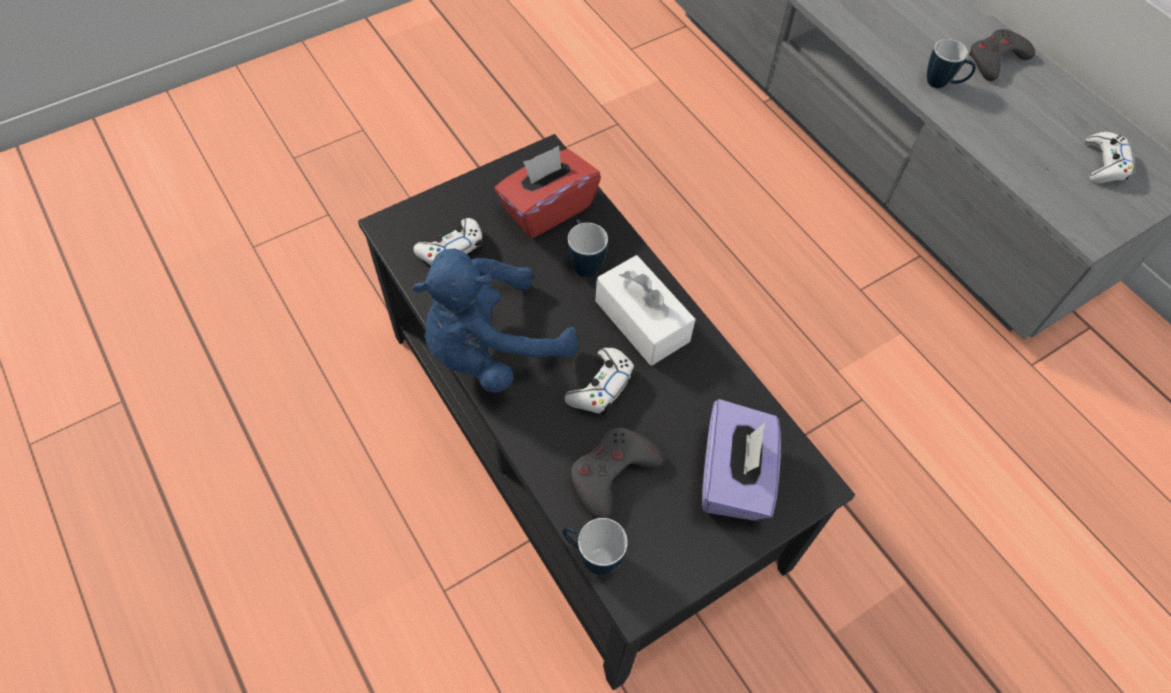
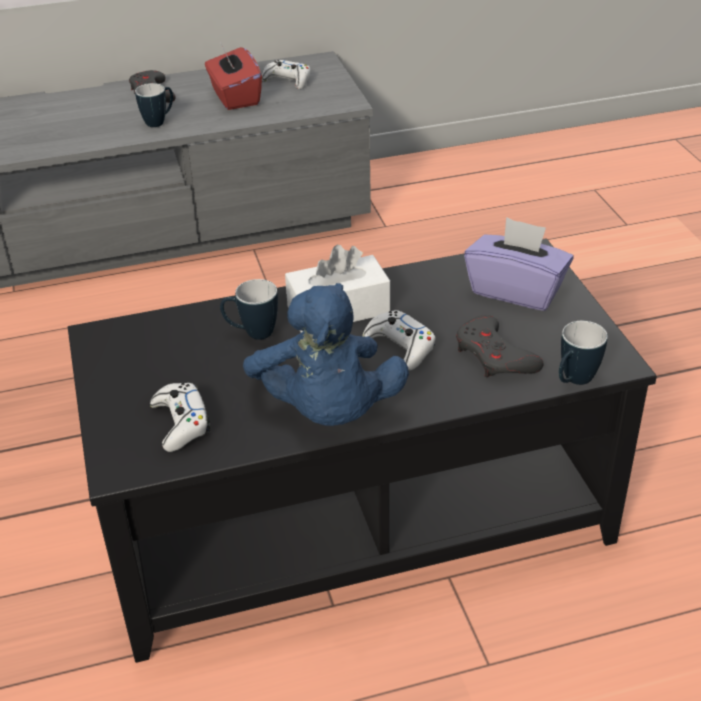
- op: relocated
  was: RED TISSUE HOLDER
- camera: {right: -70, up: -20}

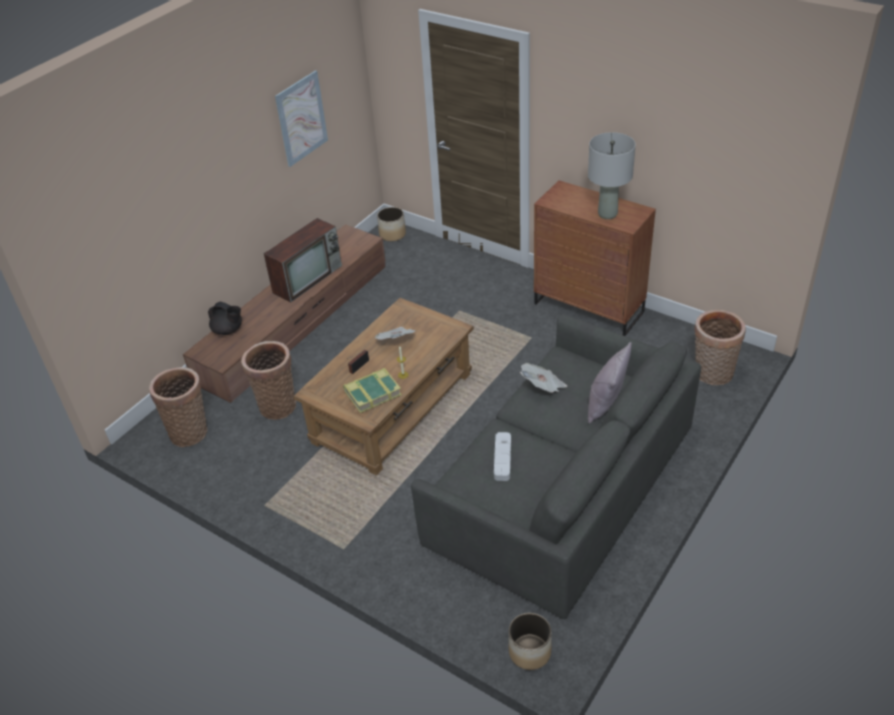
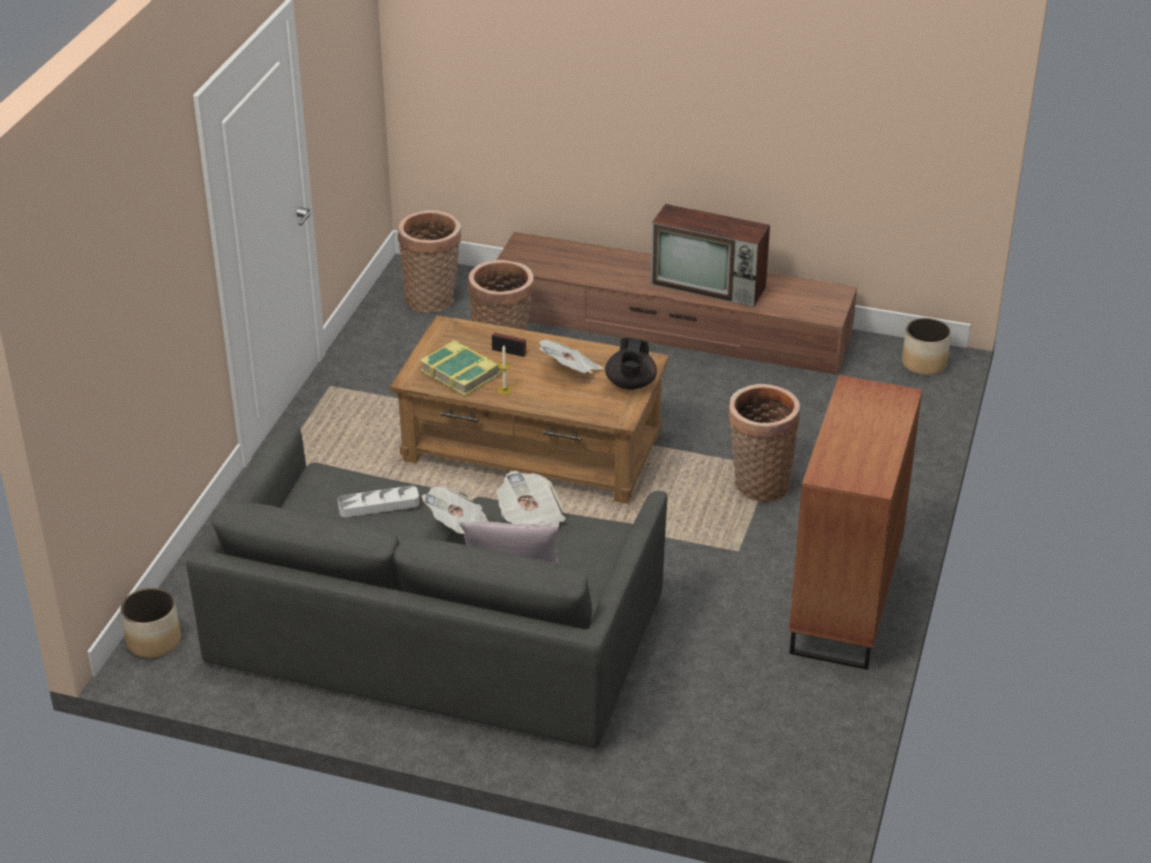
- op: relocated
  was: BLACK-COLOURED POT FOR TEA
- op: missing
  was: PICTURE
- op: missing
  was: GREY LAMP FOR A TABLE
- op: relocated
  was: HOUSEHOLD BASKET (no. 3 from left)
- op: appeared
  now: DAILY PAPER (no. 1 from left)
- camera: {right: 70, up: -5}

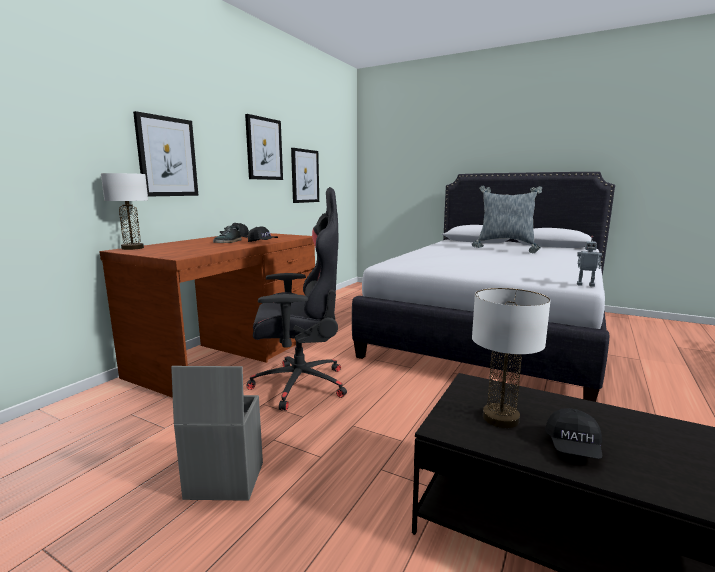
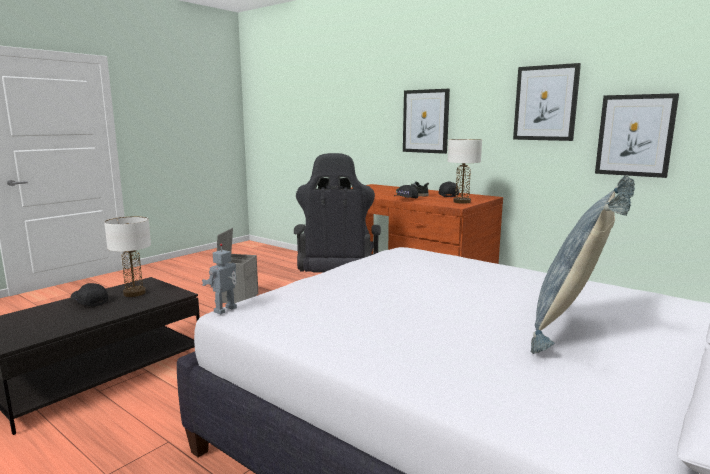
- op: relocated
  was: LAMP FOR A TABLE (no. 1 from left in the first image)
  now: LAMP FOR A TABLE (no. 2 from left)
- camera: {right: 100, up: 0}

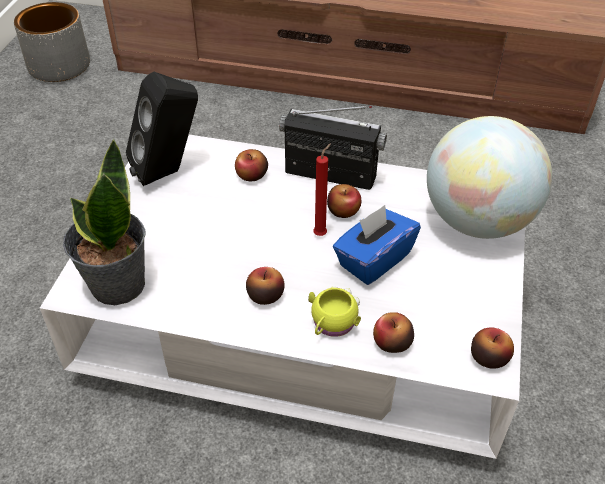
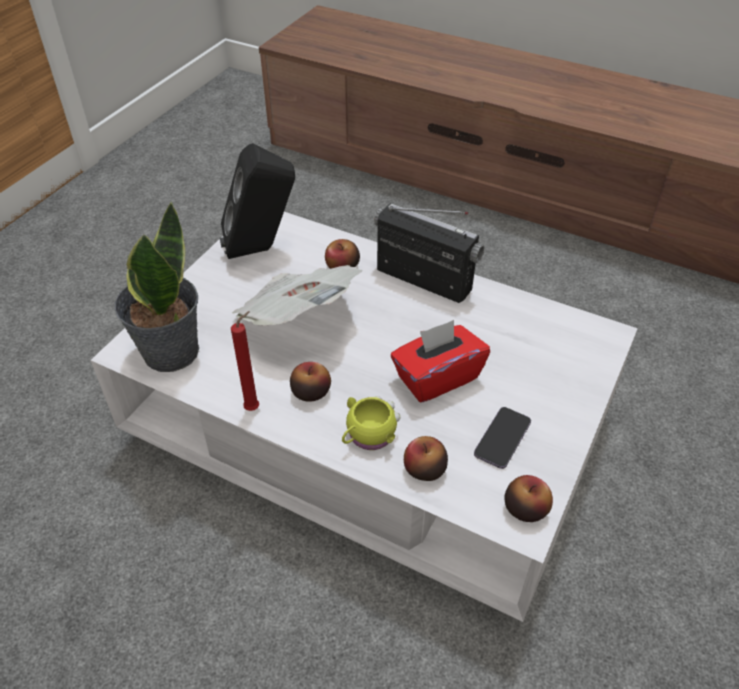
- op: missing
  was: GREY FLOWER POT
- op: relocated
  was: RED CANDLE
- op: missing
  was: APPLE (no. 3 from left)
- op: colour
  was: BLUISH TISSUE HOLDER
  now: RED TISSUE HOLDER
- op: missing
  was: GLOBE
- op: appeared
  now: DAILY PAPER
- op: appeared
  now: TELEPHONE
- camera: {right: 15, up: 0}

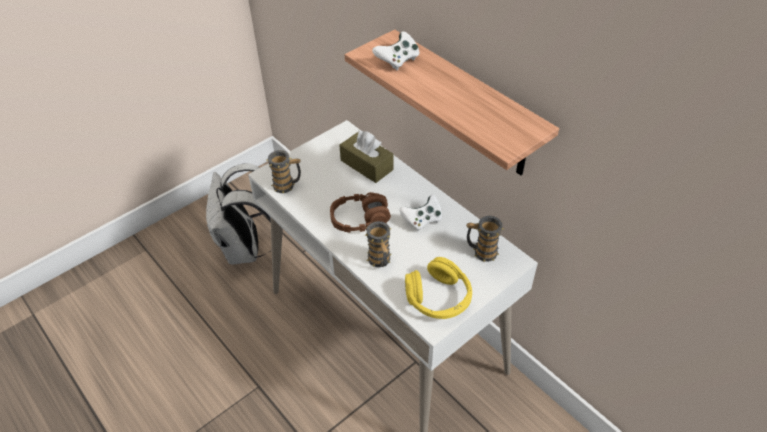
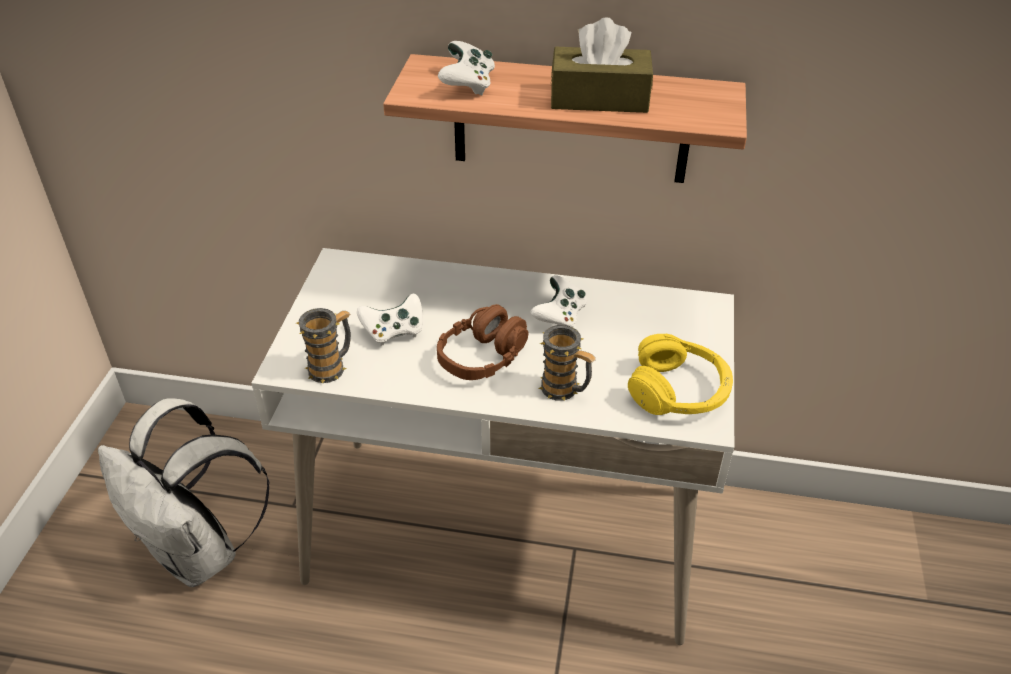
- op: relocated
  was: BROWN TISSUE HOLDER
- op: missing
  was: MUG (no. 3 from left)
- op: appeared
  now: WHITISH GAME CONTROLLER (no. 1 from left)
- camera: {right: -40, up: -5}

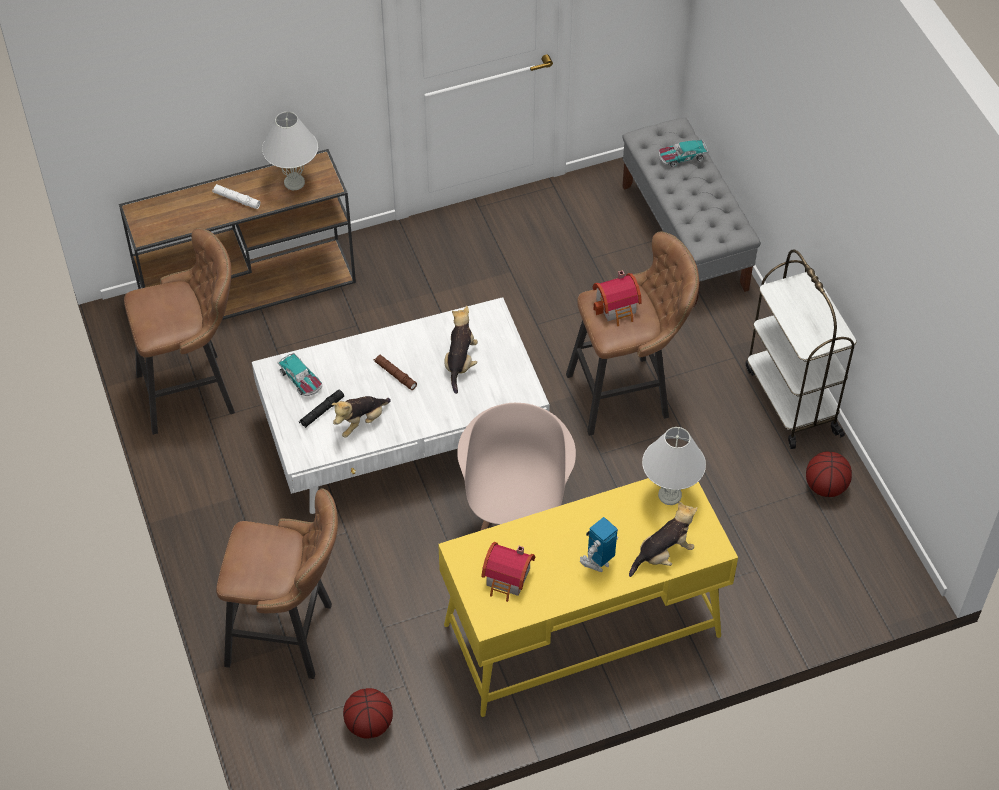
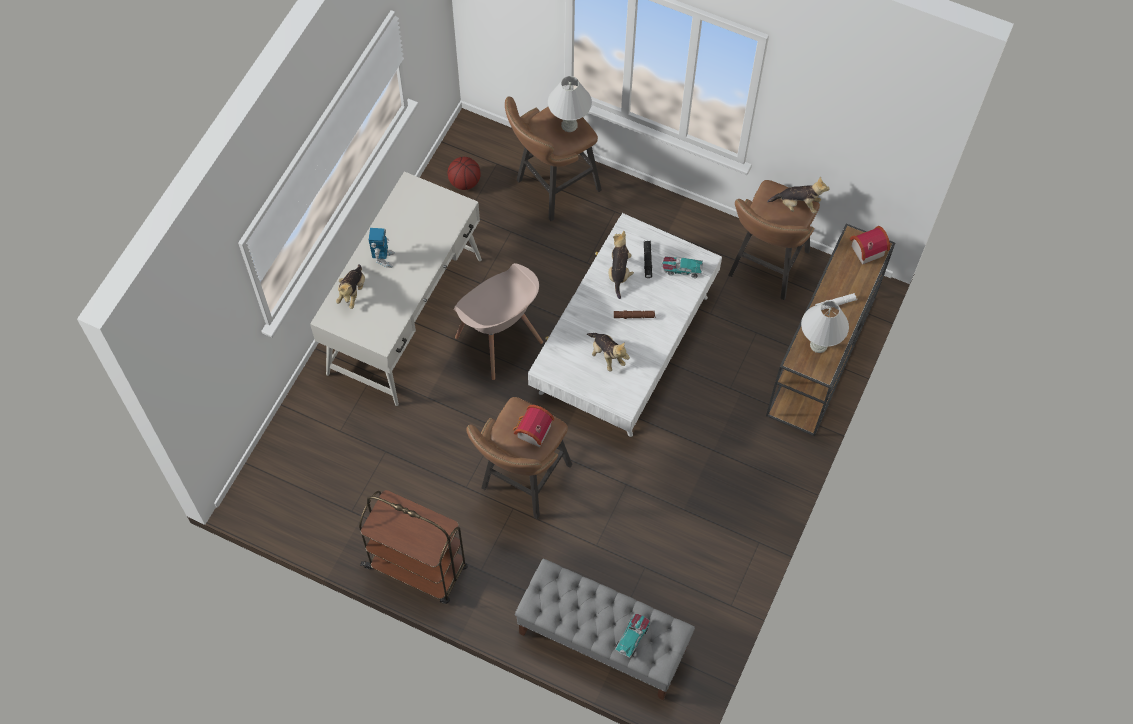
- op: colour
  was: YELLOW DESK
  now: WHITISH DESK
- op: relocated
  was: MODEL HOUSE (no. 1 from left in the first image)
  now: MODEL HOUSE (no. 2 from left)
- op: relocated
  was: WHITISH LAMP FOR A TABLE (no. 2 from left in the first image)
  now: WHITISH LAMP FOR A TABLE (no. 1 from left)
- op: colour
  was: WHITISH WHEELED CART
  now: BROWN WHEELED CART
- op: missing
  was: BASKETBALL (no. 2 from left)
- op: appeared
  now: SOFT TOY (no. 4 from left)
- camera: {right: 135, up: 10}

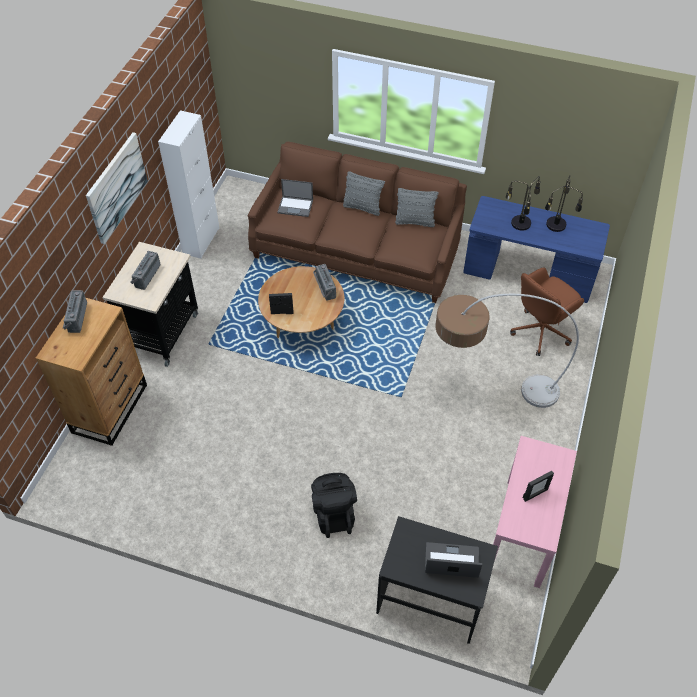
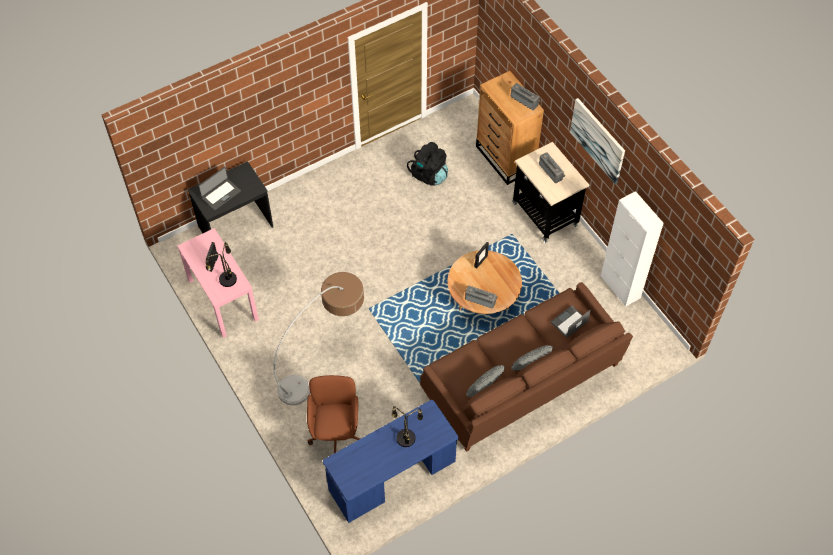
- op: relocated
  was: BLACK-COLOURED BACKPACK
- op: relocated
  was: LAMP FOR A TABLE (no. 2 from left in the first image)
  now: LAMP FOR A TABLE (no. 1 from left)
- camera: {right: 130, up: 5}

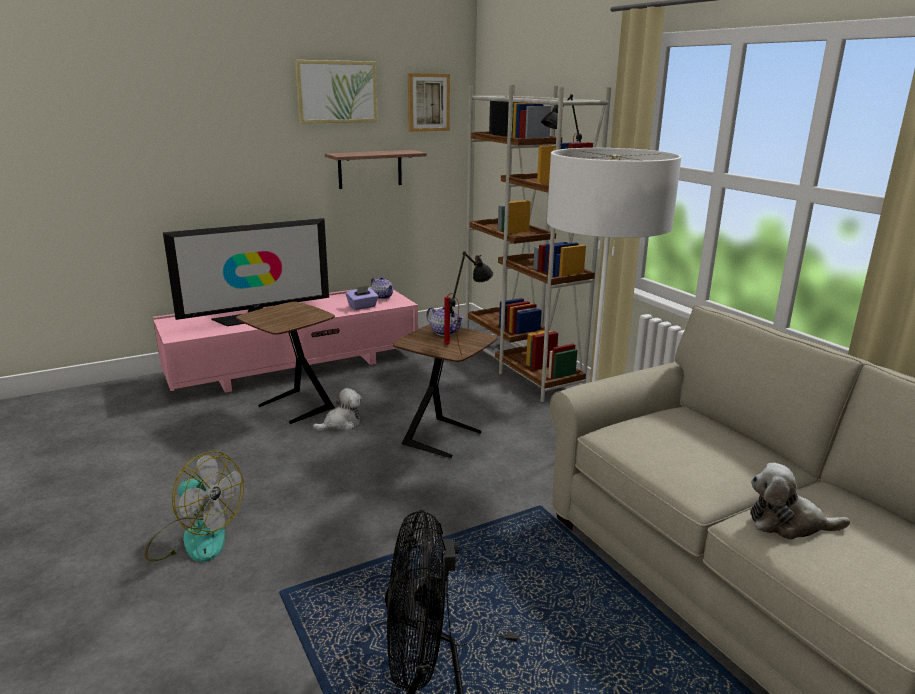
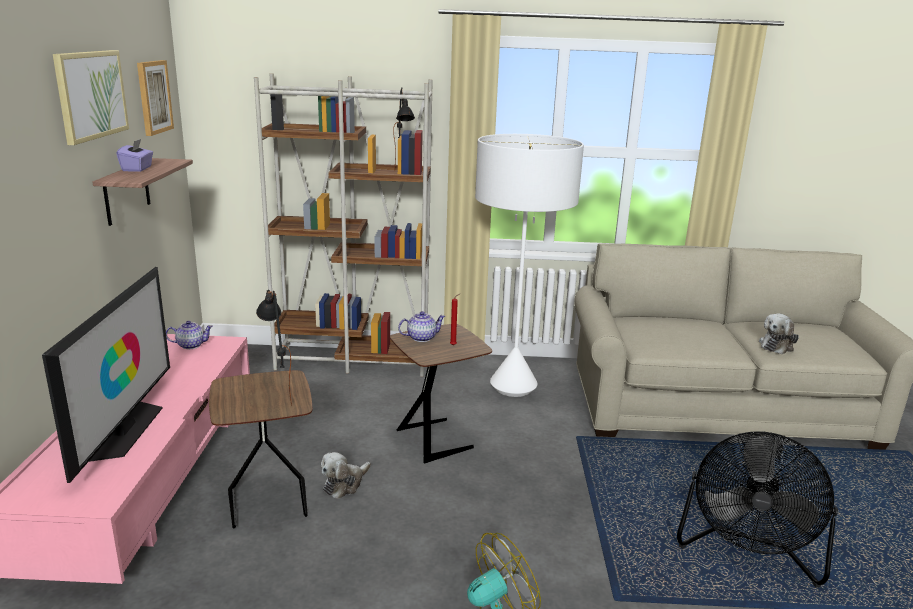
- op: spun
  was: SOFT TOY (no. 1 from left)
  clockwise: -135
- op: relocated
  was: PURPLE-COLOURED TISSUE HOLDER
- op: relocated
  was: BLACK-COLOURED LAMP FOR A TABLE (no. 1 from left)
- camera: {right: -60, up: 0}

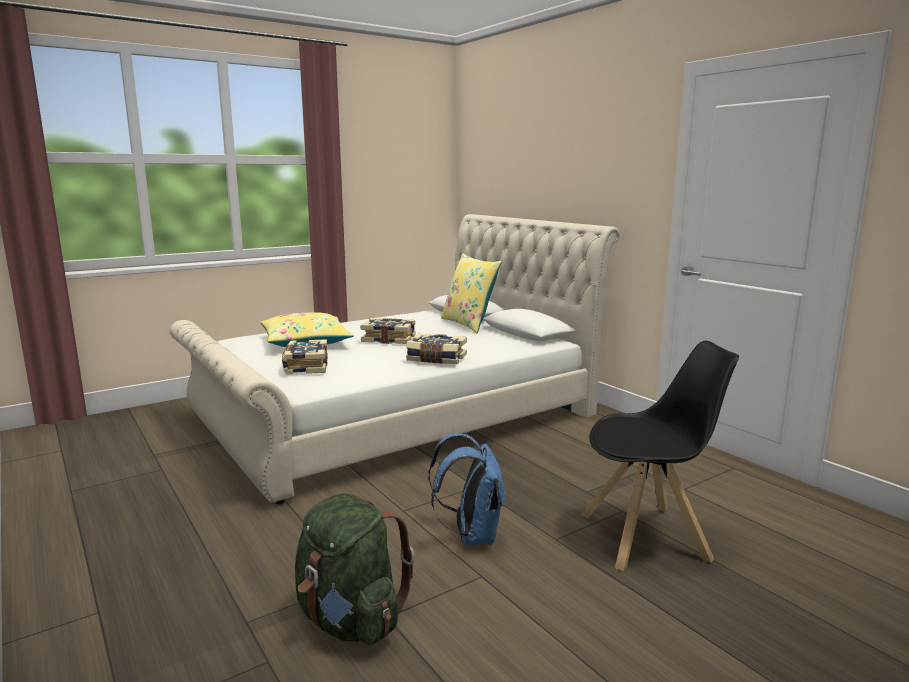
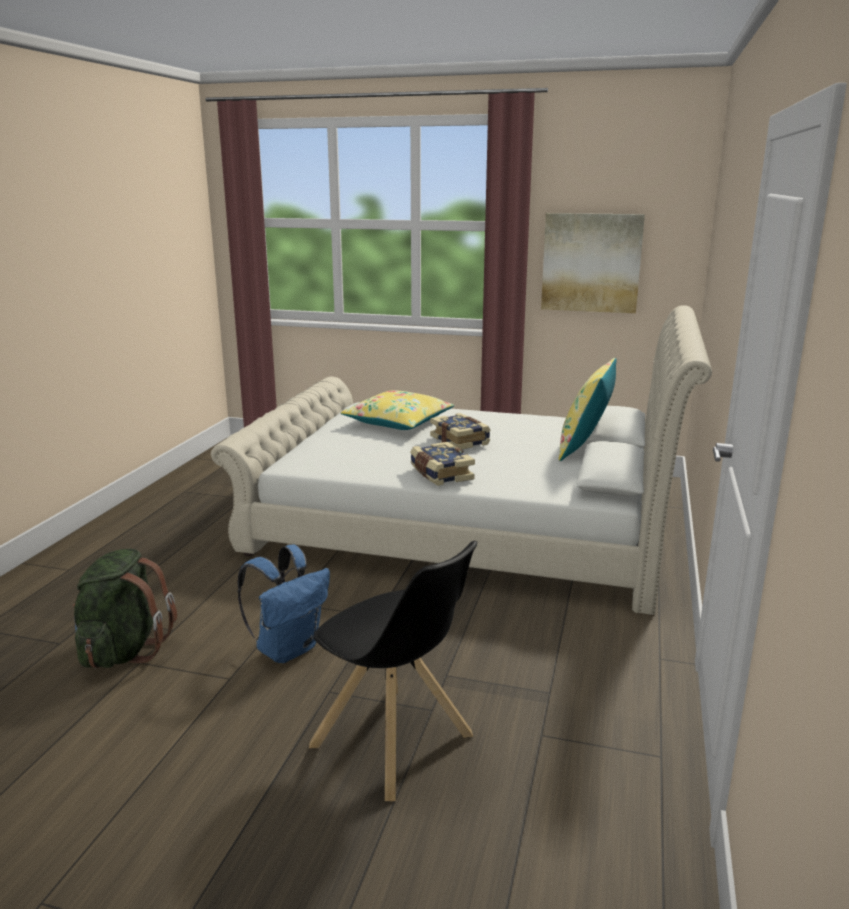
- op: missing
  was: VOLUME (no. 1 from left)
- op: appeared
  now: PICTURE
- camera: {right: 50, up: 5}

